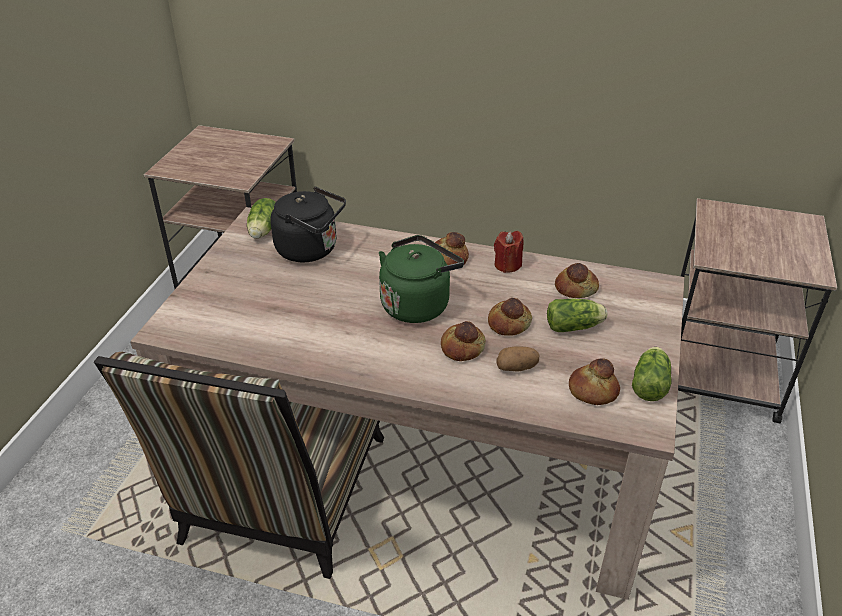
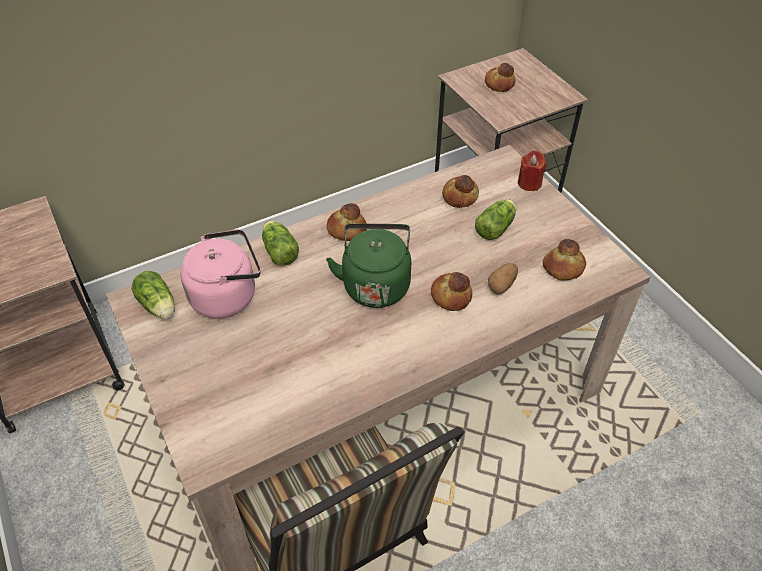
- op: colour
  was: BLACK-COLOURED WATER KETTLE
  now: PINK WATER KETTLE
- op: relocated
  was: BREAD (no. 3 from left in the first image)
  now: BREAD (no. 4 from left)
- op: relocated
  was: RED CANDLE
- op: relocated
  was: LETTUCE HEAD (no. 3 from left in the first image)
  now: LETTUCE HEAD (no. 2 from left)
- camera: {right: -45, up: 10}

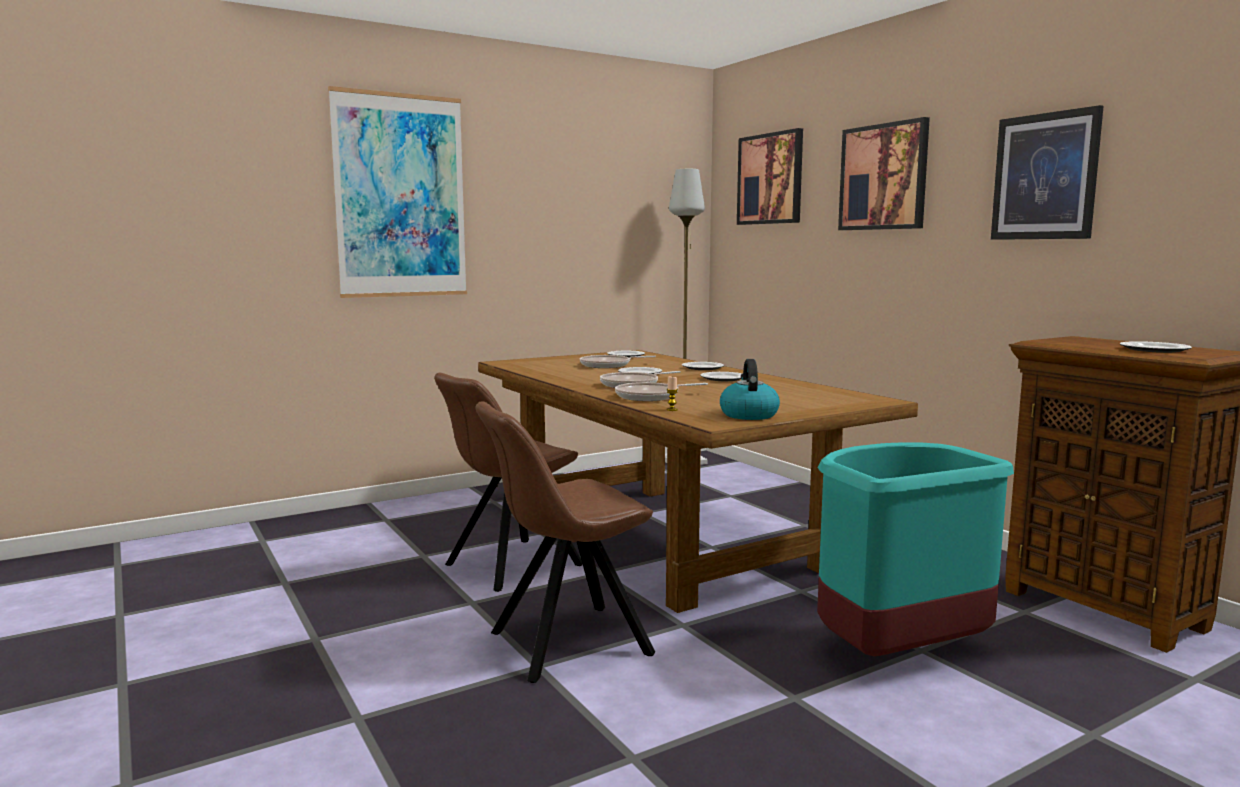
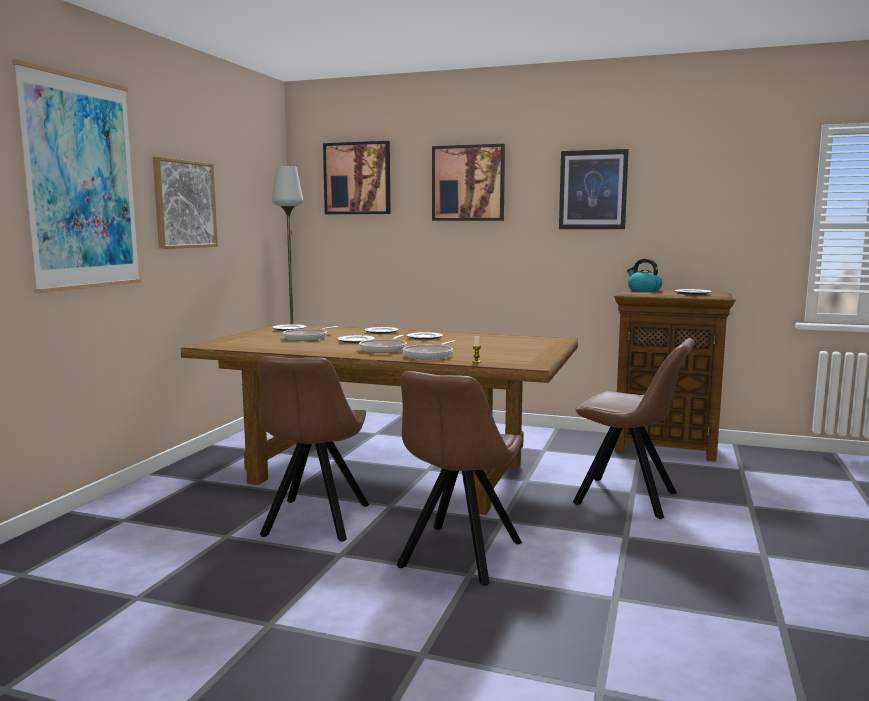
- op: relocated
  was: WATER KETTLE
- op: exchanged
  was: TURQUOISE-COLOURED RUBBISH BIN
  now: BROWN CHAIR (no. 3 from left)
- op: appeared
  now: PICTURE (no. 2 from left)
- camera: {right: -40, up: 0}

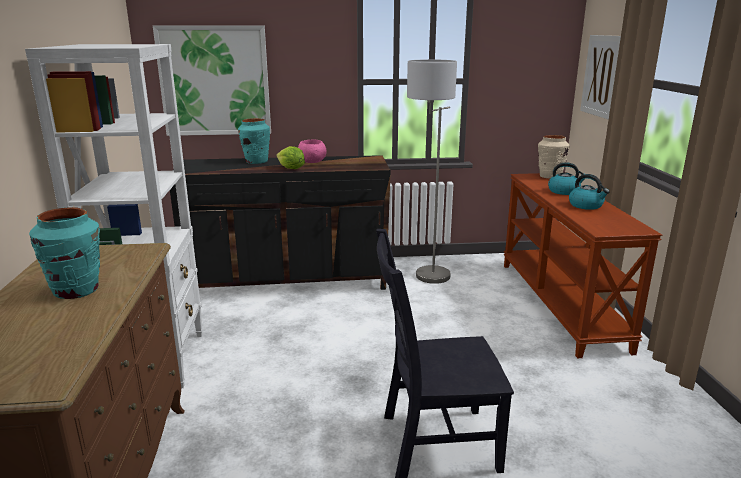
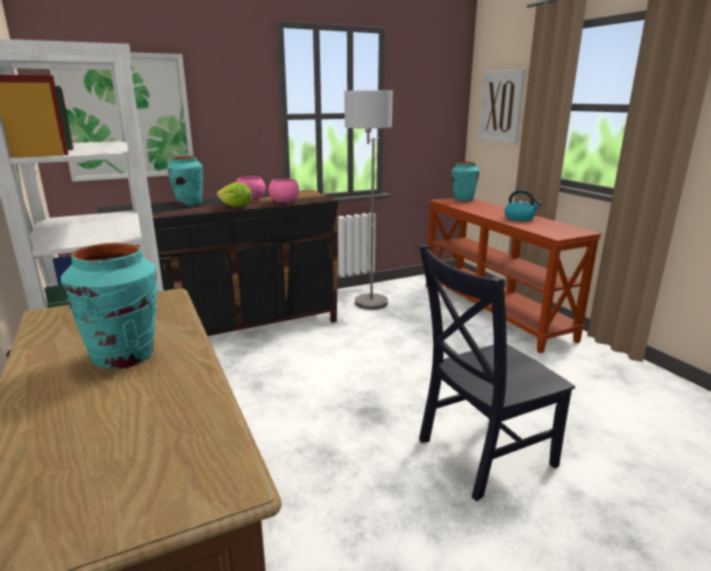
- op: colour
  was: BEIGE VASE
  now: TURQUOISE-COLOURED VASE (no. 3 from left)
- op: missing
  was: WATER KETTLE (no. 1 from left)
- op: appeared
  now: PINK SERVING BOWL (no. 2 from left)
- camera: {right: -20, up: 0}

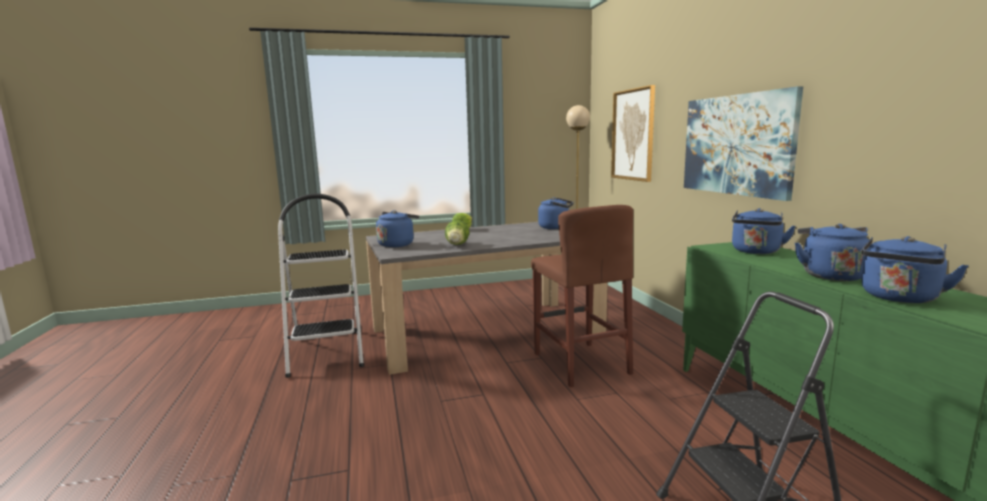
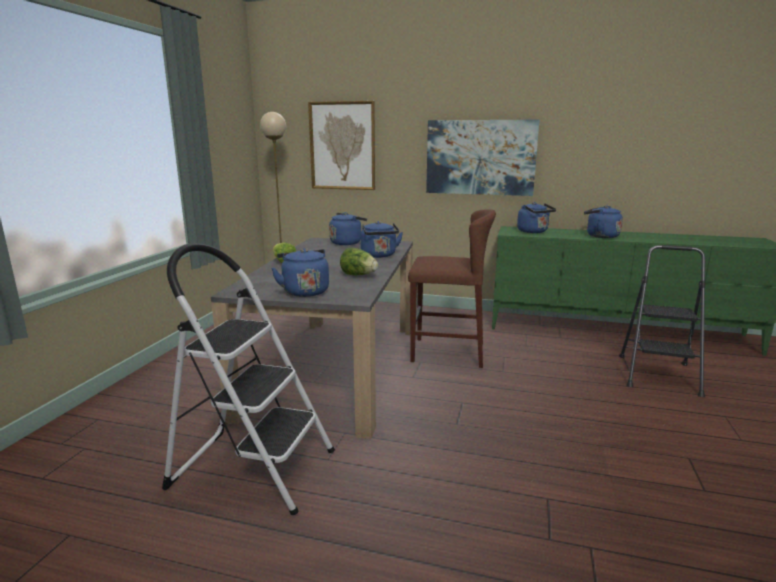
- op: relocated
  was: BLUISH WATER KETTLE (no. 5 from left in the first image)
  now: BLUISH WATER KETTLE (no. 3 from left)
- camera: {right: -60, up: 5}

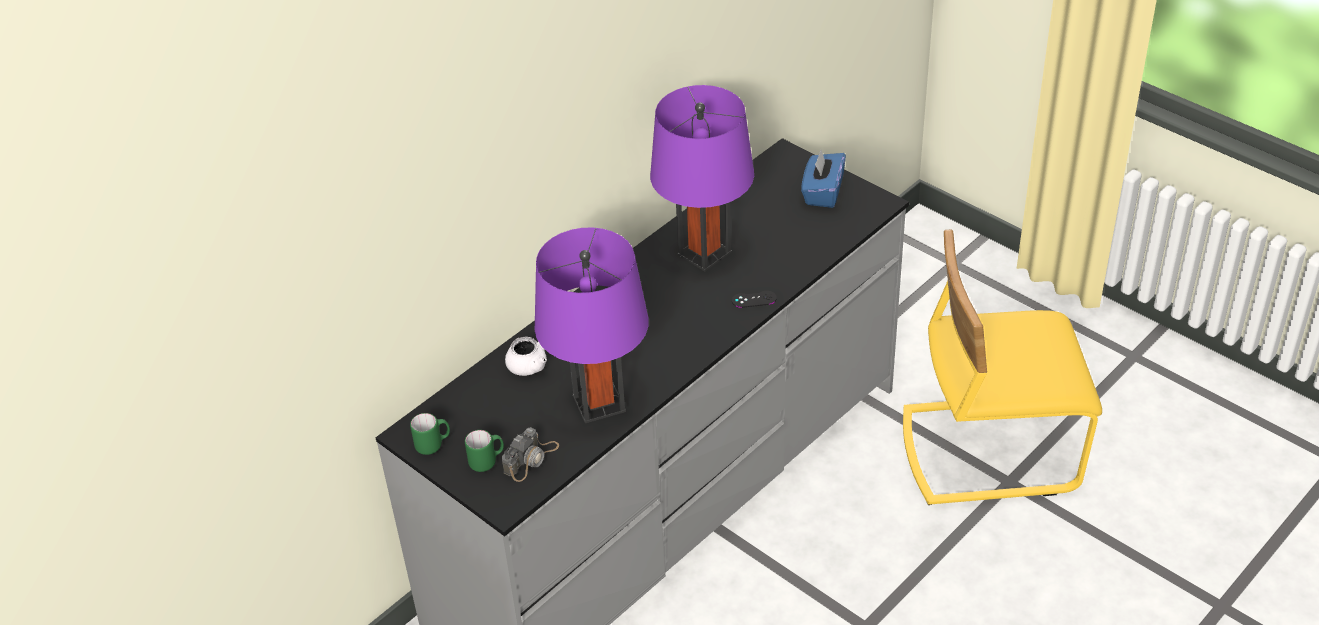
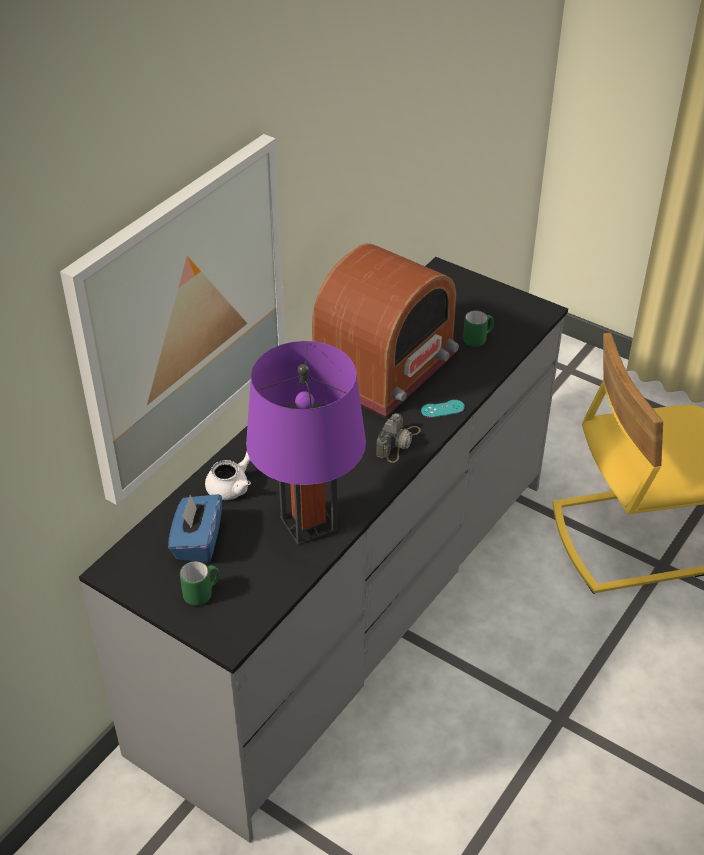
- op: relocated
  was: GREENISH MUG (no. 1 from left in the first image)
  now: GREENISH MUG (no. 2 from left)
- op: relocated
  was: PHOTO CAMERA
- op: exchanged
  was: PURPLE-COLOURED LAMP FOR A TABLE (no. 2 from left)
  now: RADIO RECEIVER
- op: colour
  was: BLACK-COLOURED GAME CONTROLLER
  now: TURQUOISE-COLOURED GAME CONTROLLER
- op: relocated
  was: BLUISH TISSUE HOLDER
- op: appeared
  now: PICTURE
- camera: {right: -10, up: 0}

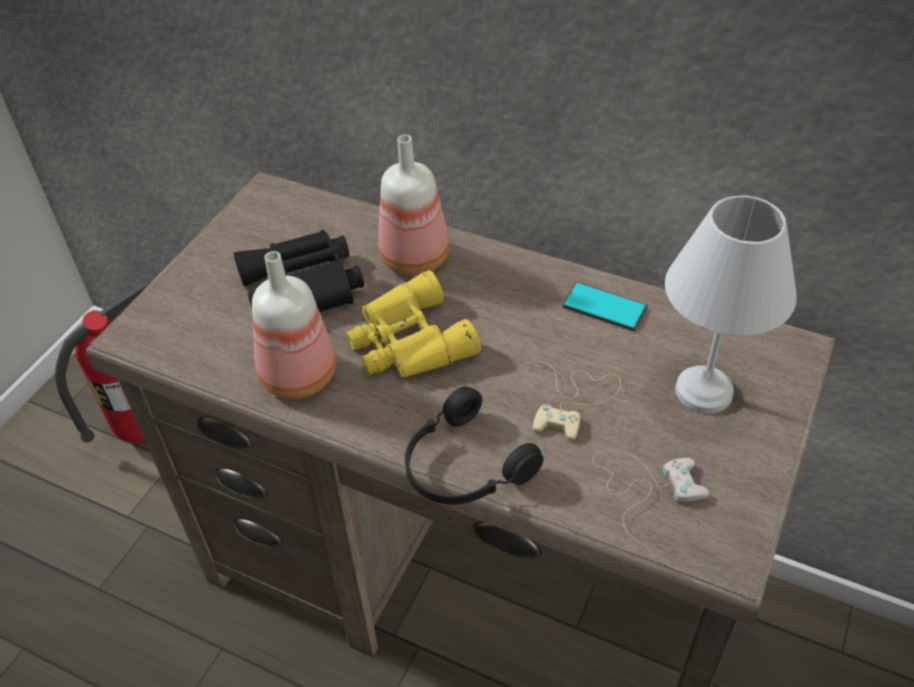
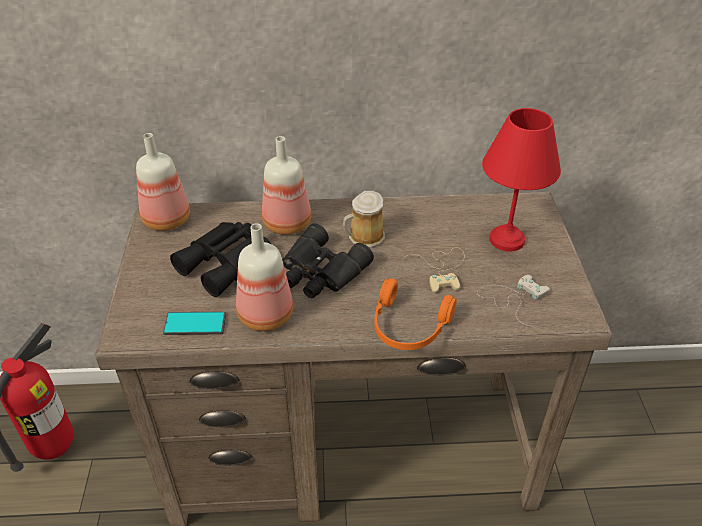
- op: colour
  was: YELLOW FIELD GLASSES
  now: BLACK-COLOURED FIELD GLASSES (no. 2 from left)
- op: colour
  was: BLACK-COLOURED HEADPHONES
  now: ORANGE-COLOURED HEADPHONES
- op: relocated
  was: TELEPHONE
- op: colour
  was: WHITISH LAMP FOR A TABLE
  now: RED LAMP FOR A TABLE
- op: appeared
  now: BOTTLE (no. 1 from left)
- op: appeared
  now: MUG
- camera: {right: -30, up: -5}

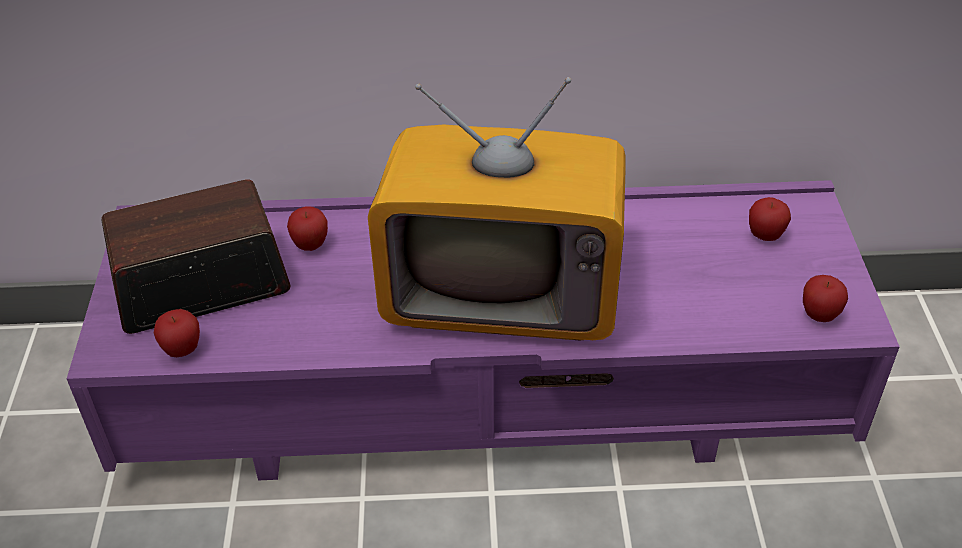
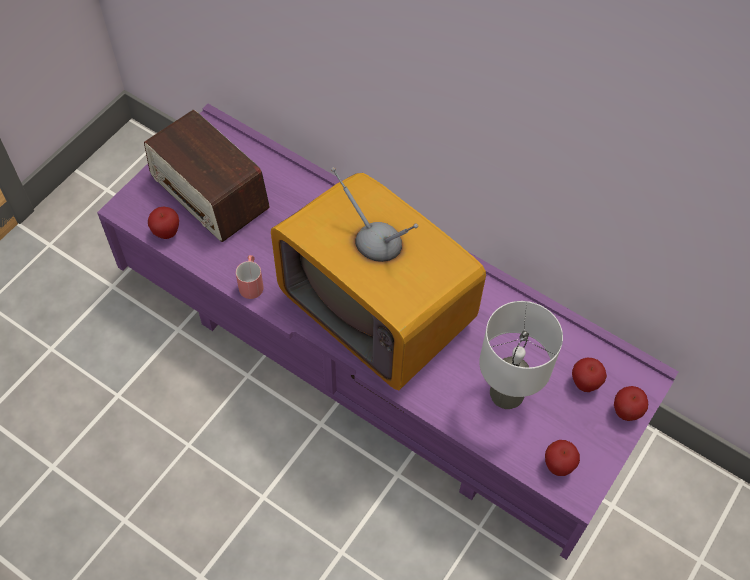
- op: spun
  was: RADIO RECEIVER
  clockwise: -150
- op: relocated
  was: APPLE (no. 2 from left in the first image)
  now: APPLE (no. 4 from left)
- op: appeared
  now: RED MUG
- op: appeared
  now: WHITISH LAMP FOR A TABLE
- camera: {right: 35, up: 15}

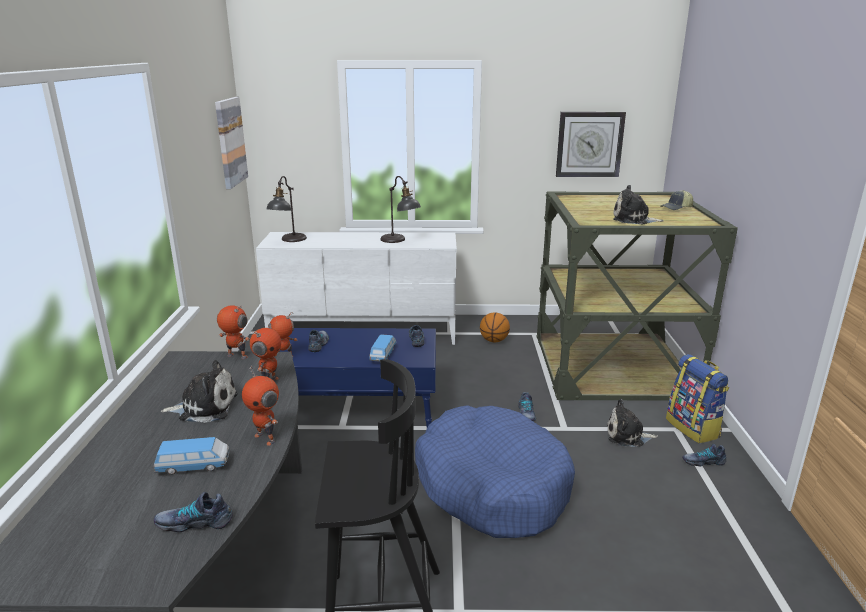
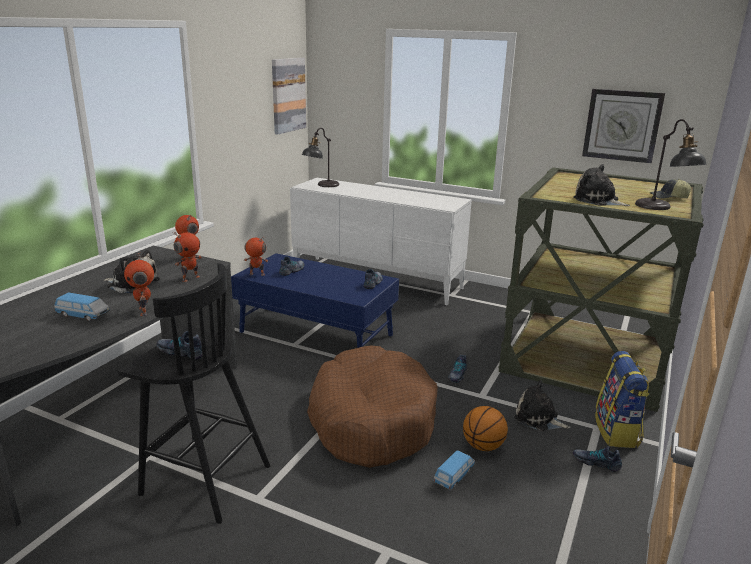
- op: relocated
  was: LOW SHOE (no. 1 from left)
- op: relocated
  was: MINIATURE CAR (no. 2 from left)
- op: relocated
  was: GREY LAMP FOR A TABLE (no. 2 from left)
- op: colour
  was: BLUISH DOG CUSHION
  now: BROWN DOG CUSHION
- op: relocated
  was: BASKETBALL
- camera: {right: 25, up: 0}

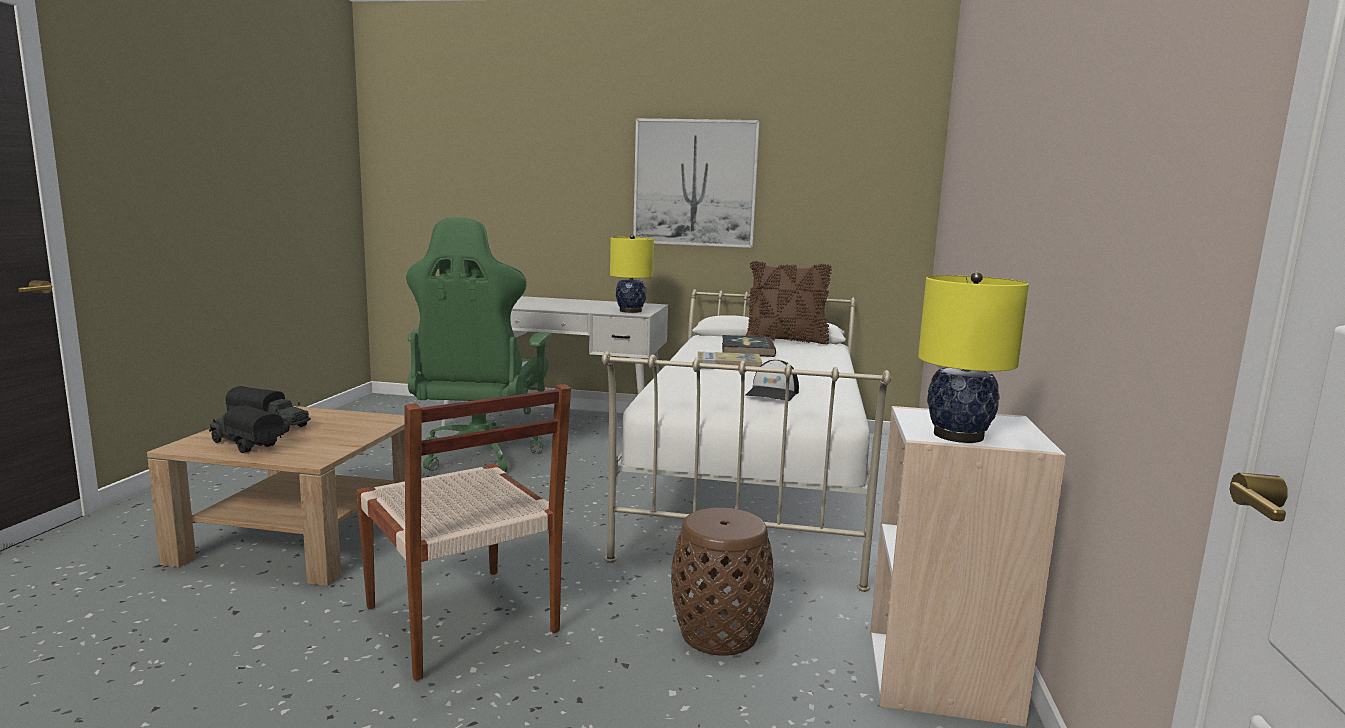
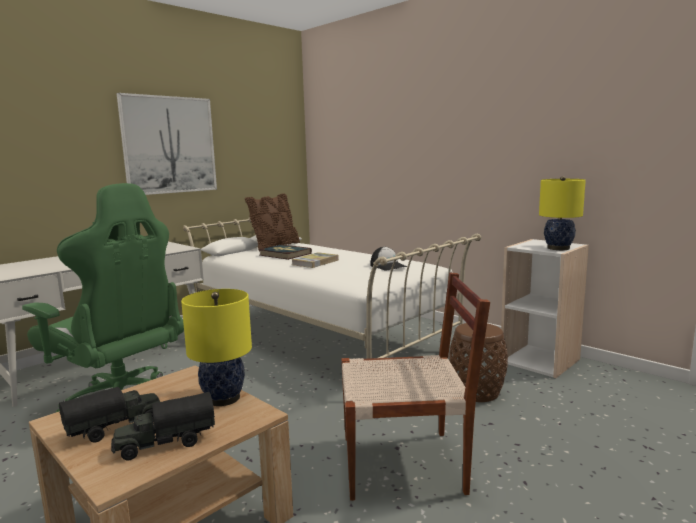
- op: relocated
  was: YELLOW LAMP FOR A TABLE (no. 1 from left)
- camera: {right: -55, up: 0}

